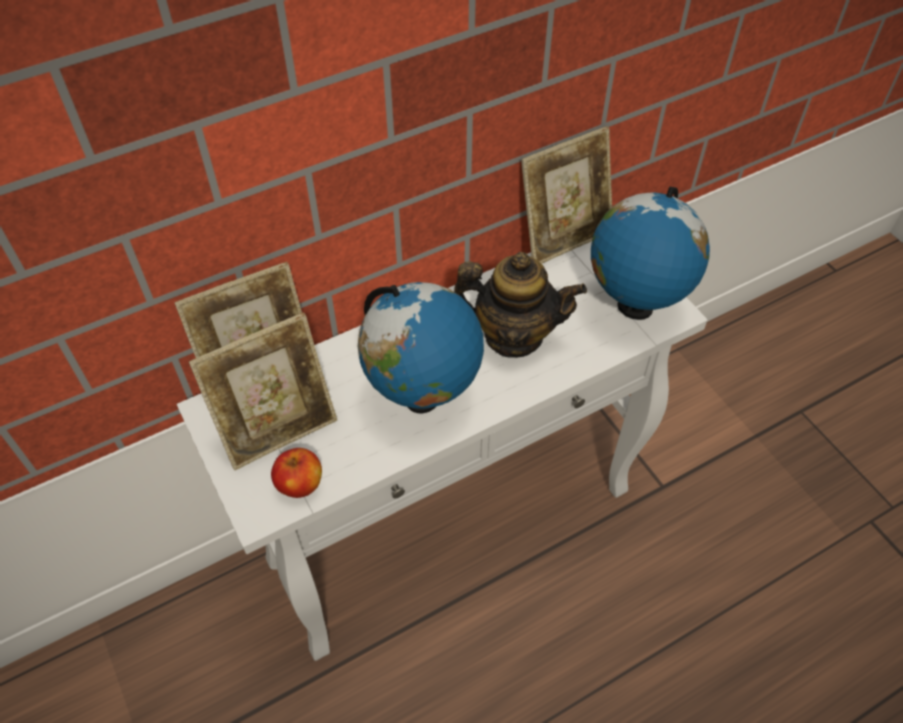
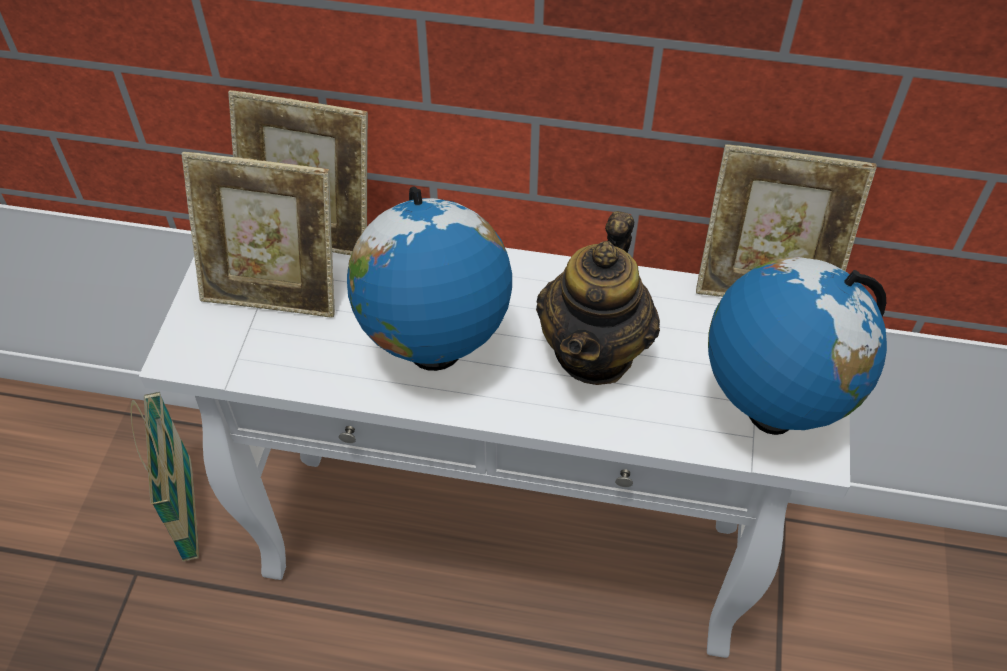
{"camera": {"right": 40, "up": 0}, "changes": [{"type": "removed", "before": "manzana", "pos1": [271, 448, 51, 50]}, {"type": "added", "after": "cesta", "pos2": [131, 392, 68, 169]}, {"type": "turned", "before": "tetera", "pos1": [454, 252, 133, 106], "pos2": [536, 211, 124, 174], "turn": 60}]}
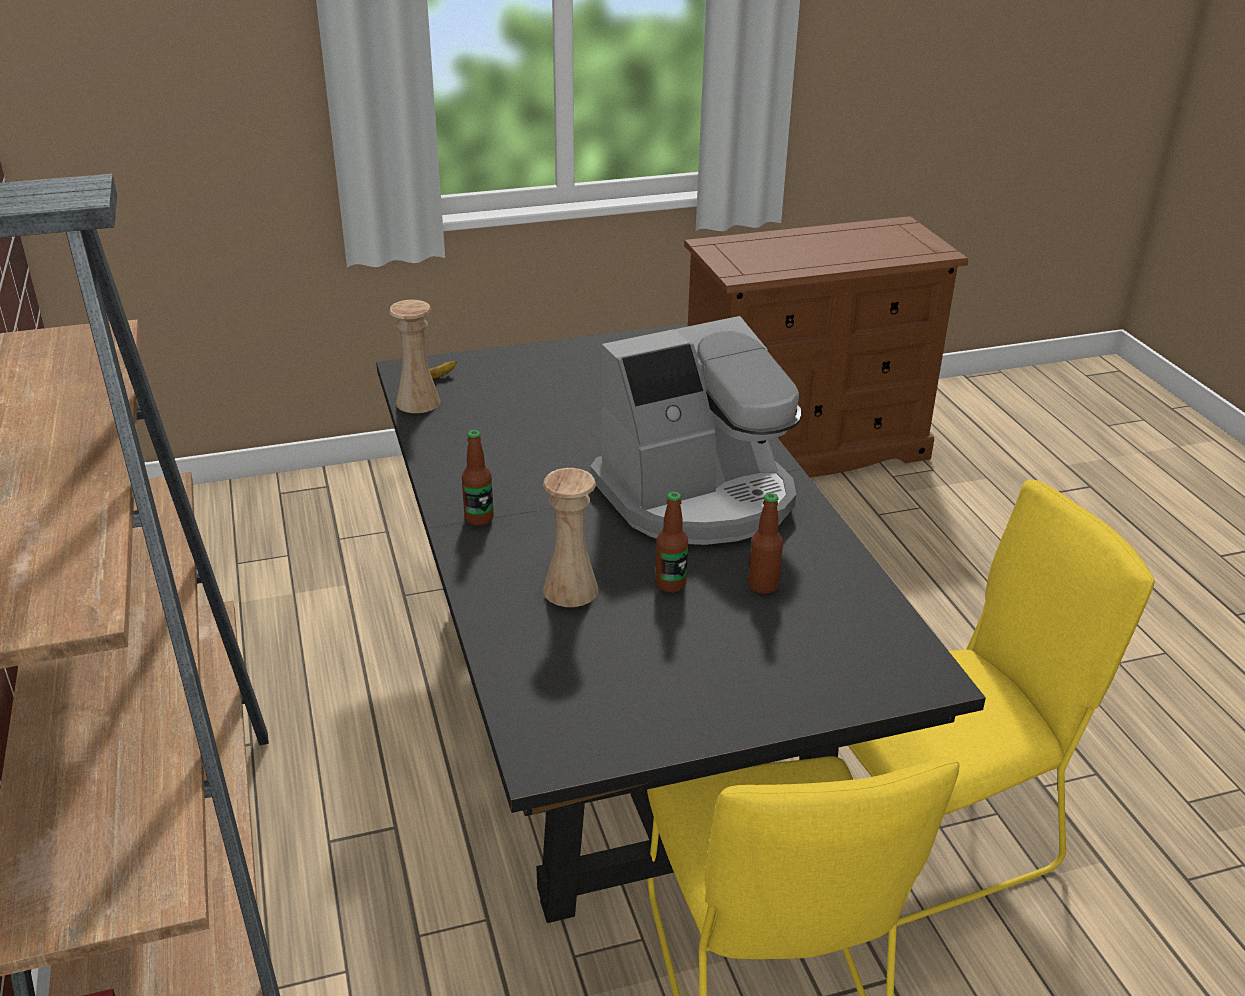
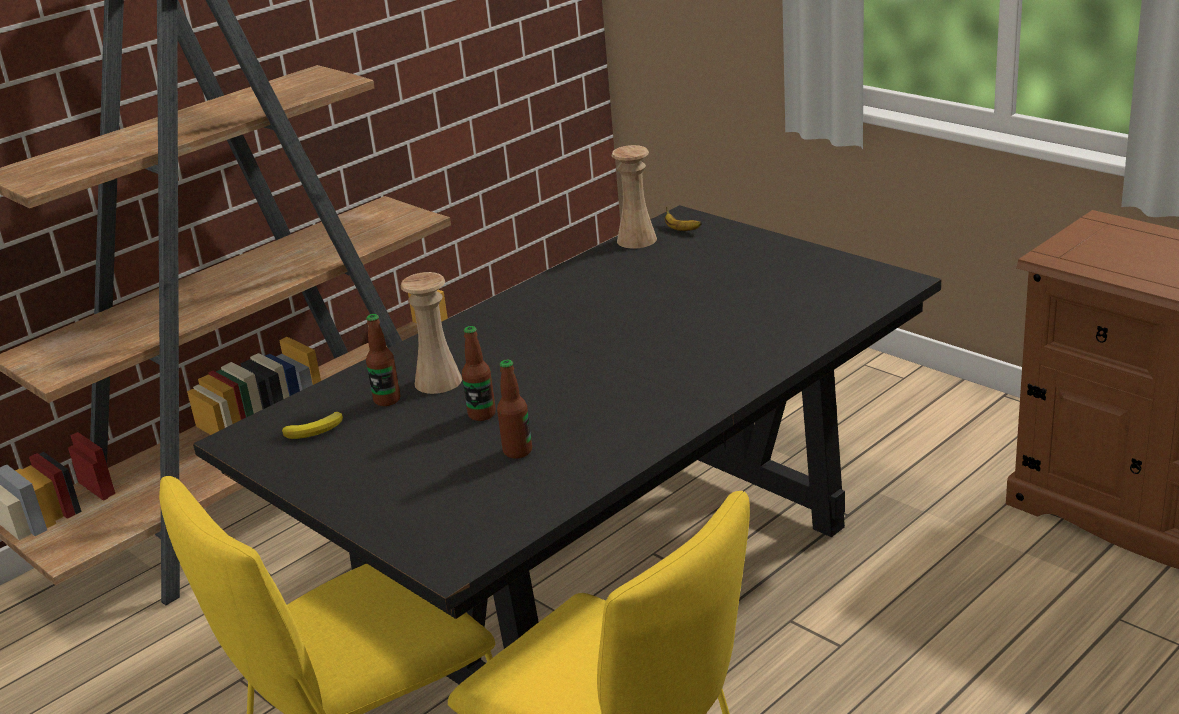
{"camera": {"right": 65, "up": -5}, "changes": [{"type": "removed", "before": "cafetera", "pos1": [590, 316, 212, 229]}, {"type": "added", "after": "plátano", "pos2": [282, 412, 61, 27]}, {"type": "moved", "before": "botella", "pos1": [462, 430, 32, 96], "pos2": [366, 314, 34, 92]}]}
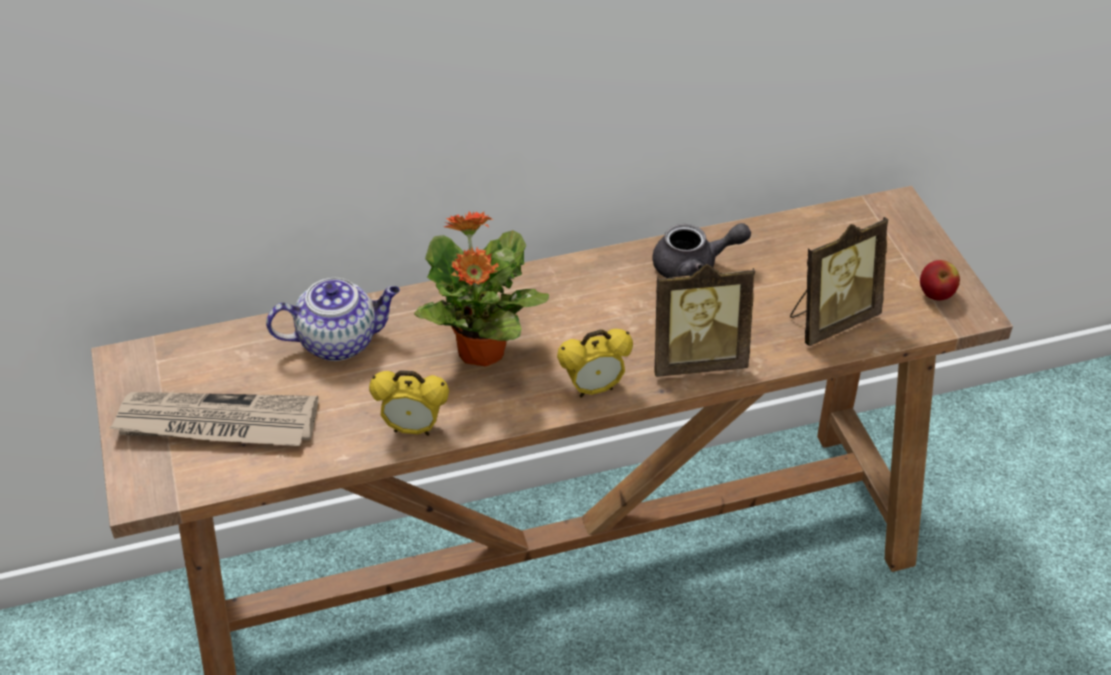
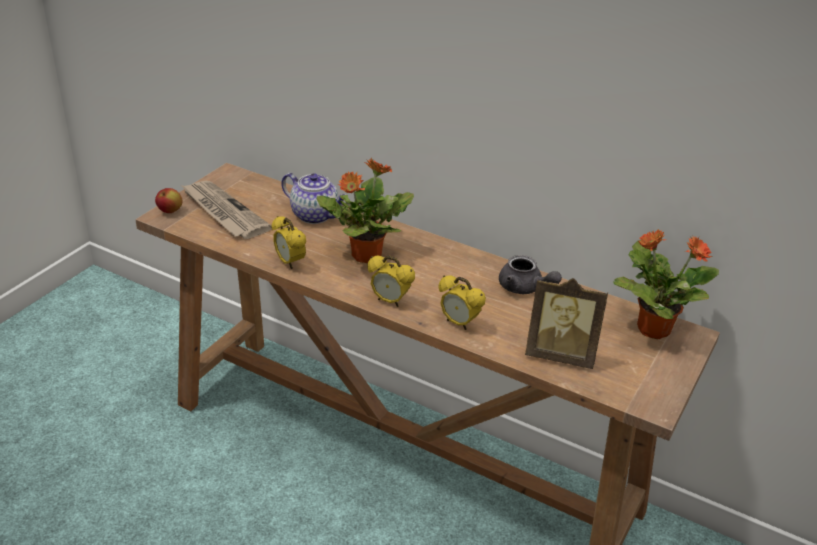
{"camera": {"right": 45, "up": -10}, "changes": [{"type": "added", "after": "planta en maceta", "pos2": [613, 229, 106, 111]}, {"type": "moved", "before": "manzana", "pos1": [920, 260, 40, 40], "pos2": [155, 188, 28, 25]}, {"type": "replaced", "before": "portarretratos", "after": "despertador", "pos1": [654, 264, 101, 113], "pos2": [439, 275, 47, 55]}]}
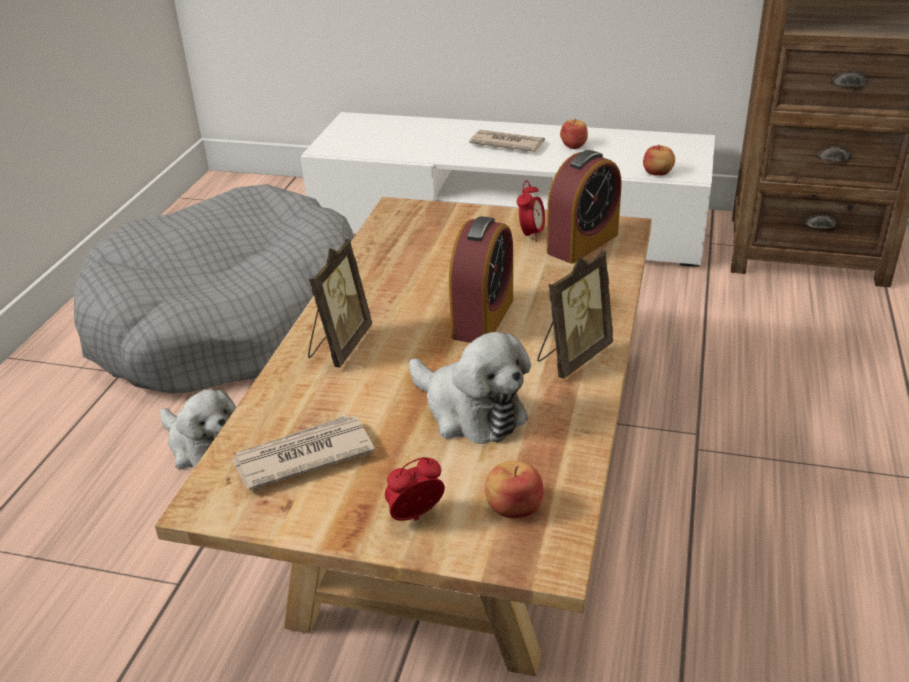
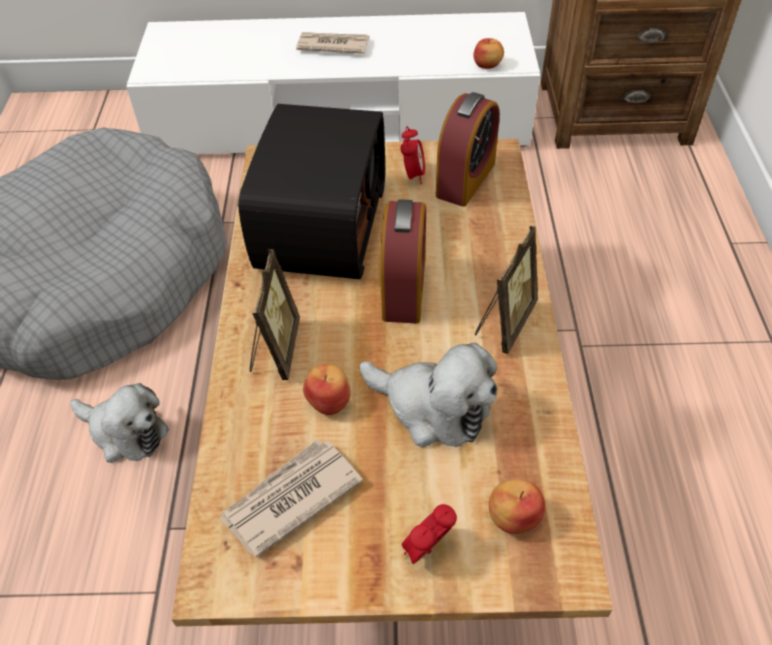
{"camera": {"right": -15, "up": 15}, "changes": [{"type": "added", "after": "radio", "pos2": [238, 104, 147, 175]}, {"type": "moved", "before": "manzana", "pos1": [560, 119, 28, 30], "pos2": [303, 364, 48, 51]}]}
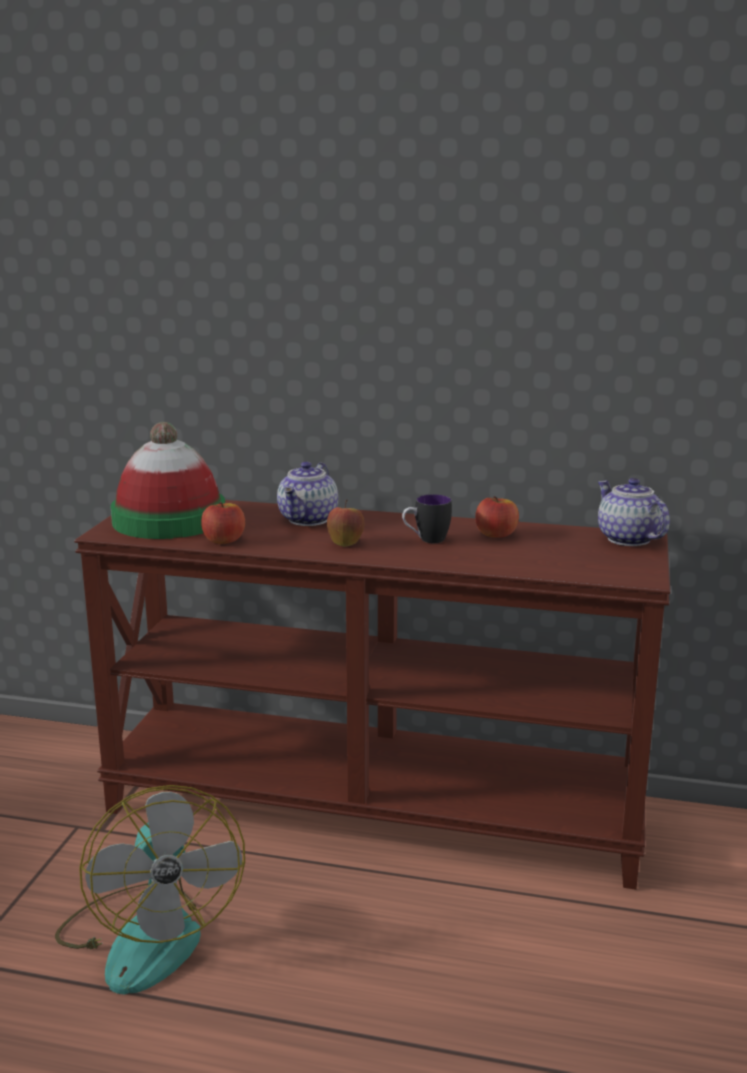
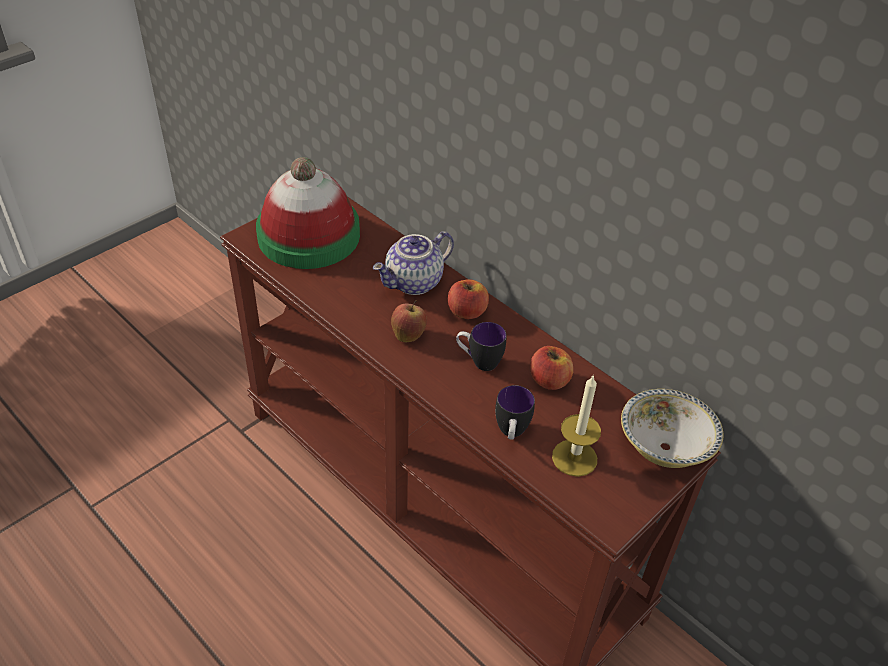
{"camera": {"right": 30, "up": 25}, "changes": [{"type": "removed", "before": "ventilador", "pos1": [55, 785, 190, 209]}, {"type": "added", "after": "taza grande", "pos2": [495, 385, 40, 55]}, {"type": "added", "after": "vela", "pos2": [552, 374, 49, 103]}, {"type": "moved", "before": "manzana", "pos1": [201, 502, 44, 42], "pos2": [448, 279, 41, 40]}, {"type": "replaced", "before": "tetera", "after": "cuenco", "pos1": [598, 478, 72, 68], "pos2": [621, 389, 103, 79]}]}
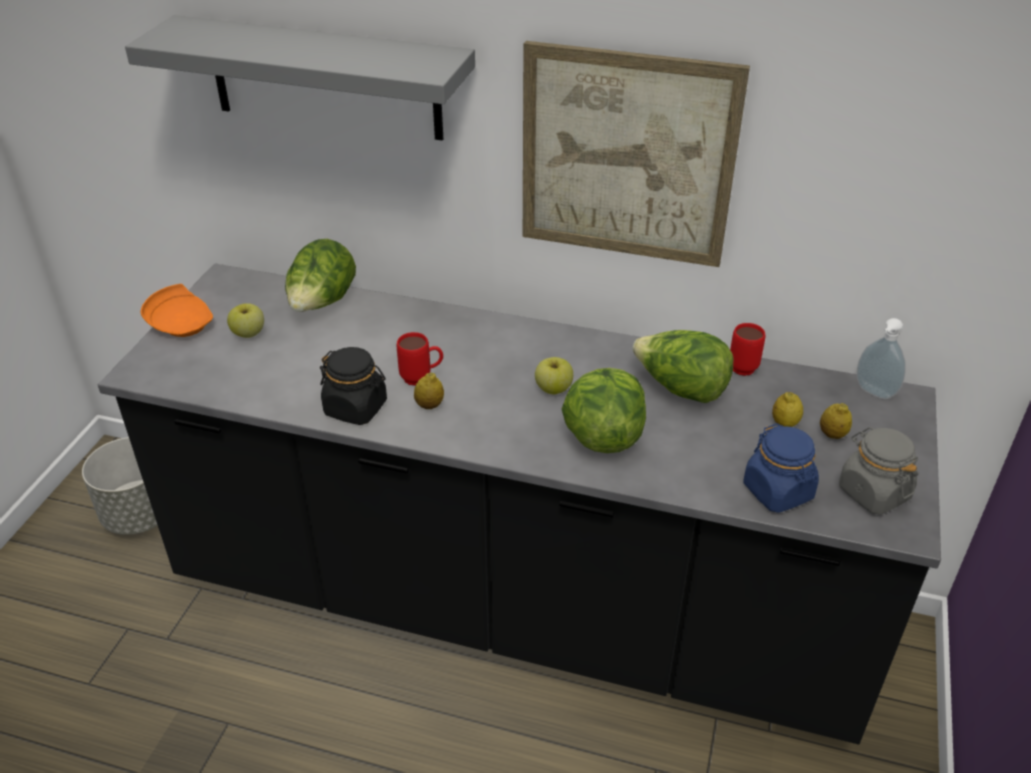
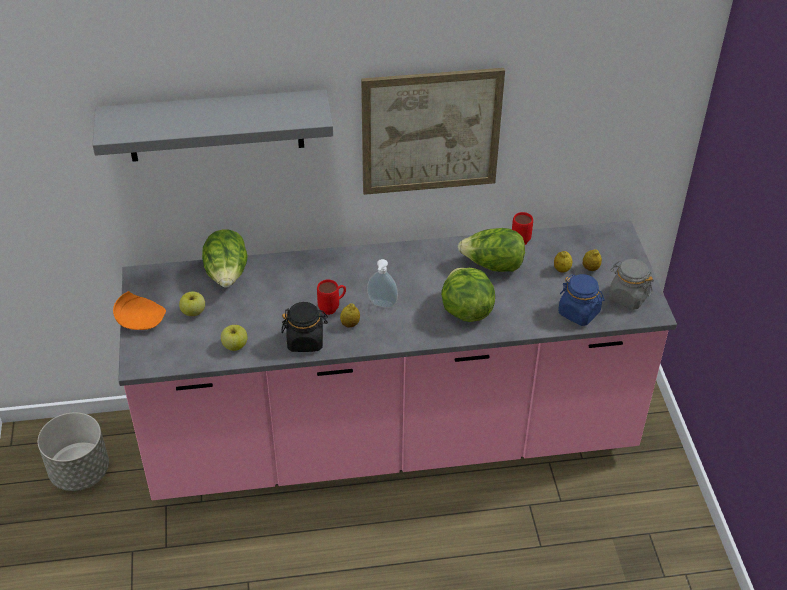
{"camera": {"right": -25, "up": 5}, "changes": [{"type": "moved", "before": "manzana", "pos1": [535, 357, 38, 37], "pos2": [221, 325, 27, 26]}, {"type": "moved", "before": "dispensador de jabón", "pos1": [857, 318, 49, 81], "pos2": [367, 259, 31, 49]}, {"type": "recoloured", "before": "mueble bajo de cocina (negro)", "after": "mueble bajo de cocina (rosa)", "pos1": [98, 263, 843, 481], "pos2": [118, 221, 559, 279]}]}
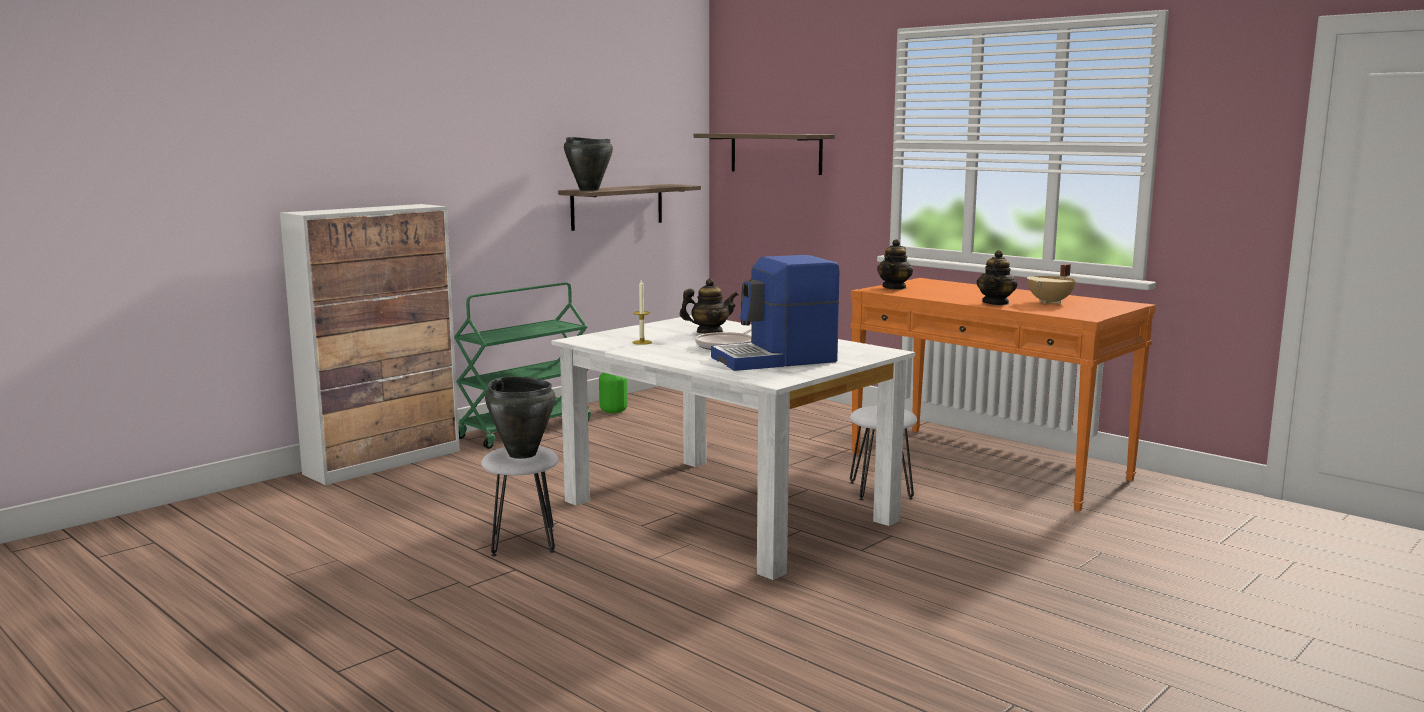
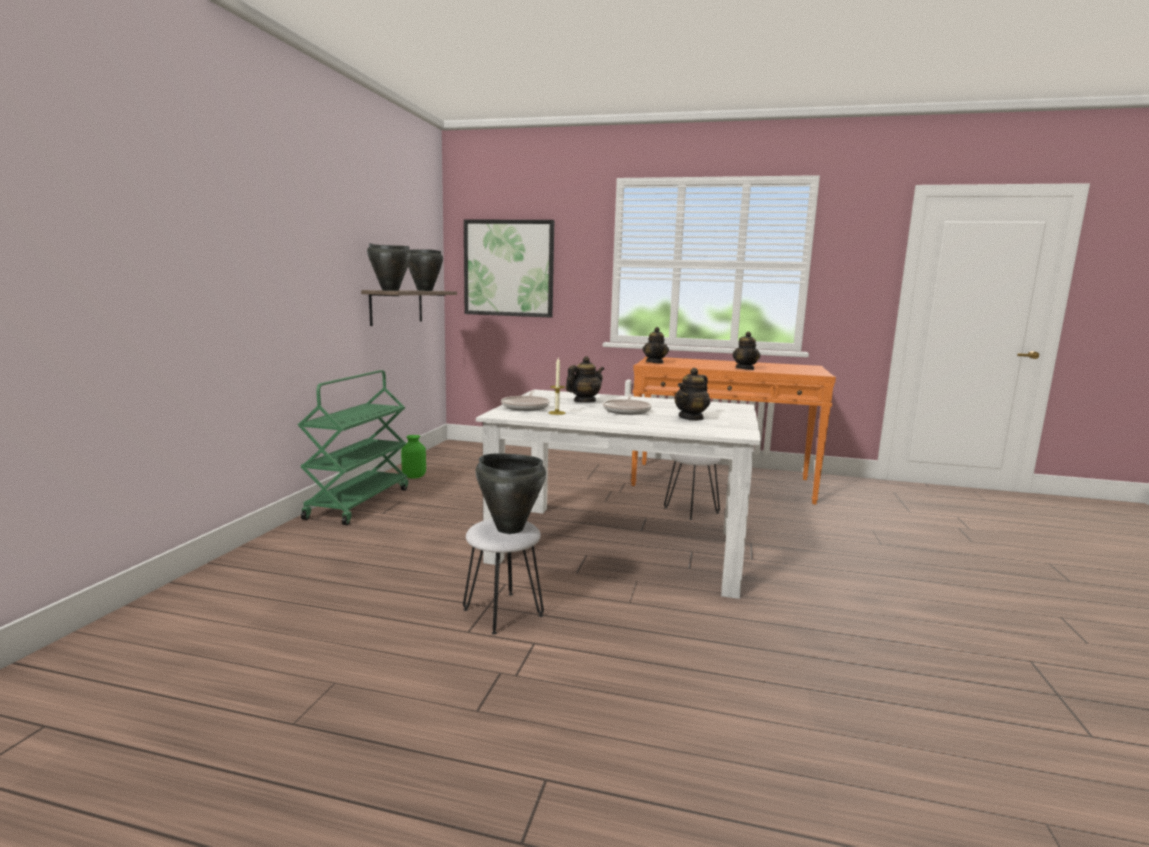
{"camera": {"right": -30, "up": 0}, "changes": [{"type": "removed", "before": "armario", "pos1": [280, 204, 180, 281]}, {"type": "removed", "before": "olla (beis)", "pos1": [1027, 264, 49, 40]}, {"type": "added", "after": "olla (negro)", "pos2": [408, 249, 35, 42]}, {"type": "added", "after": "sartén", "pos2": [501, 391, 49, 20]}, {"type": "replaced", "before": "estante", "after": "cuadro", "pos1": [693, 133, 142, 42], "pos2": [464, 220, 90, 98]}, {"type": "replaced", "before": "cafetera", "after": "tetera", "pos1": [711, 255, 129, 116], "pos2": [674, 368, 36, 53]}]}
